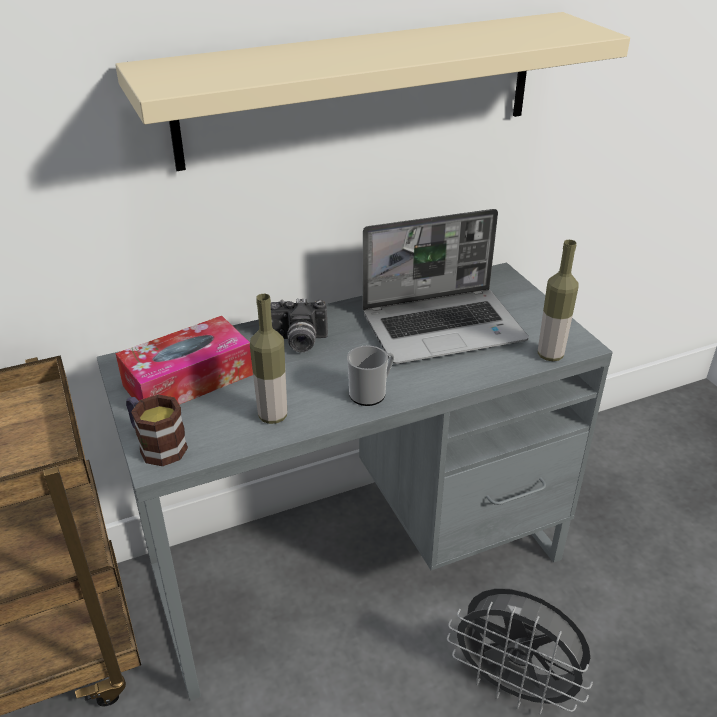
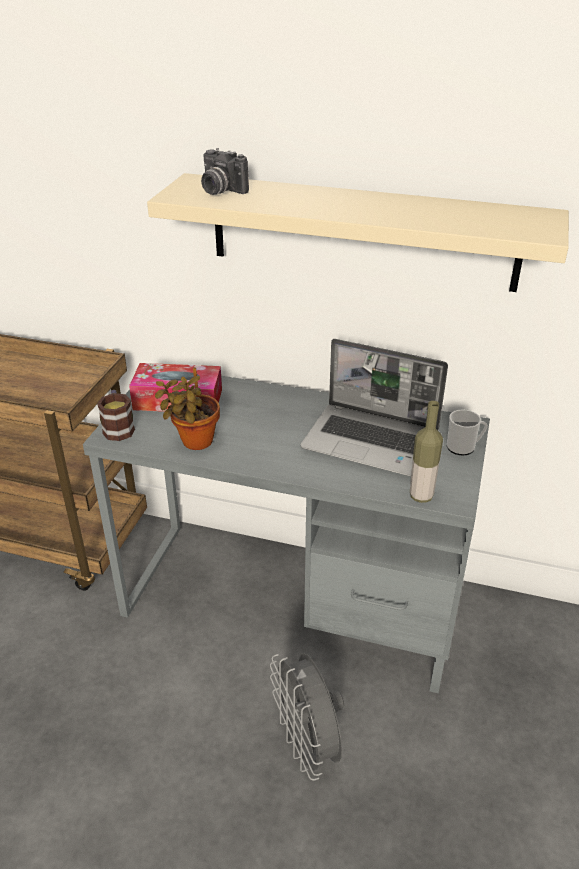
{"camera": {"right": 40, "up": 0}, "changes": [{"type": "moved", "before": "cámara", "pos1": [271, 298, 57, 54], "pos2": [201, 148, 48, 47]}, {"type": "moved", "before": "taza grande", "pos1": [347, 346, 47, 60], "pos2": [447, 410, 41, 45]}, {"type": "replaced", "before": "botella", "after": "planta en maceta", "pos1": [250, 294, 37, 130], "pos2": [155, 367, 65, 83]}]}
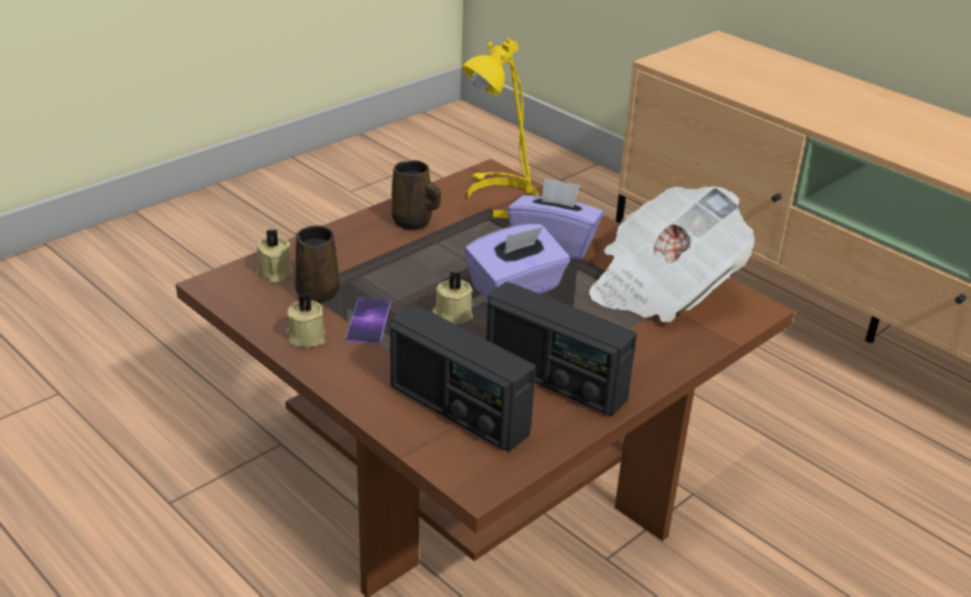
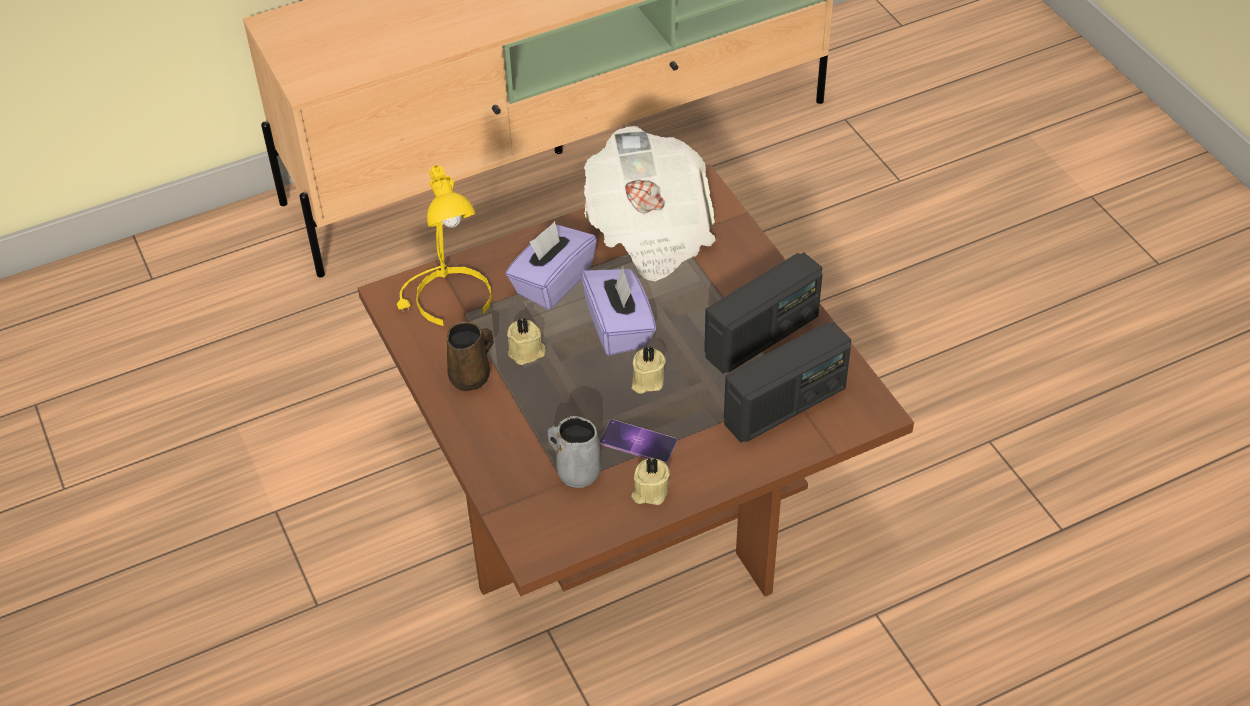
{"camera": {"right": -70, "up": 15}, "changes": [{"type": "moved", "before": "vela (beis)", "pos1": [256, 229, 37, 54], "pos2": [507, 317, 39, 48]}, {"type": "recoloured", "before": "taza grande (marrón)", "after": "taza grande (gris)", "pos1": [295, 225, 45, 79], "pos2": [548, 416, 53, 72]}]}
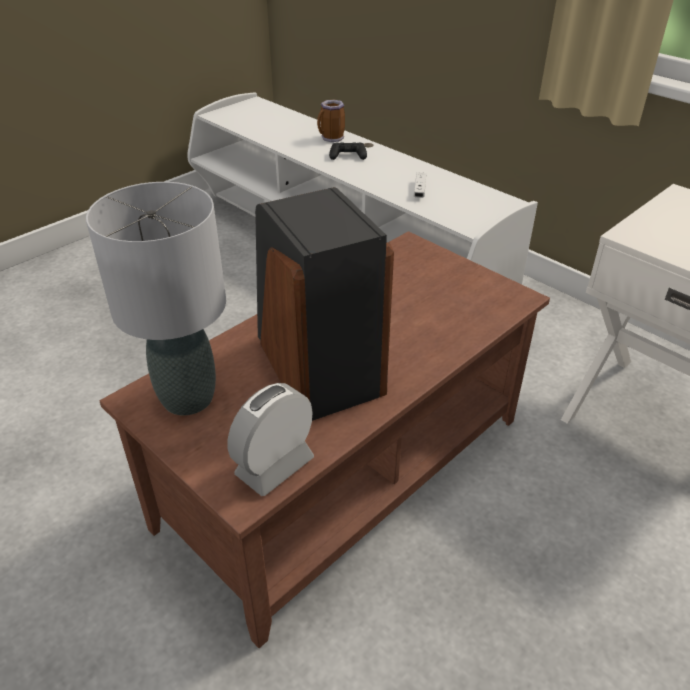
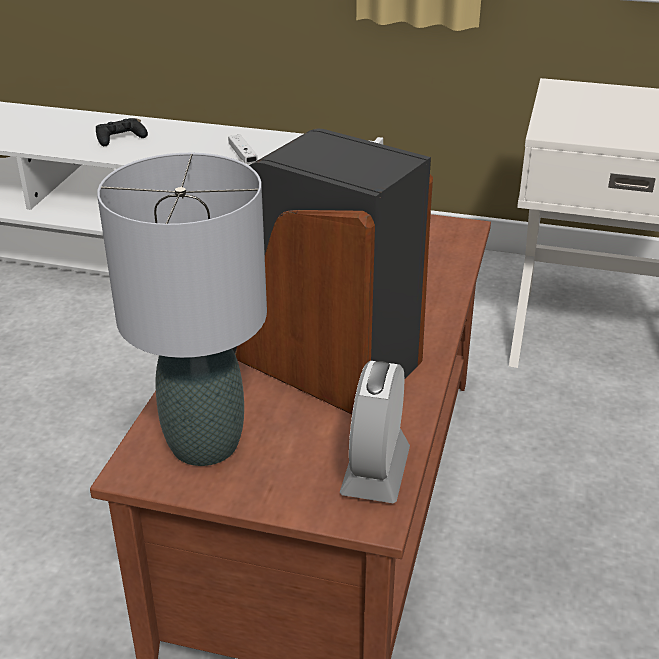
{"camera": {"right": -30, "up": -5}, "changes": [{"type": "removed", "before": "taza grande", "pos1": [317, 100, 28, 42]}]}
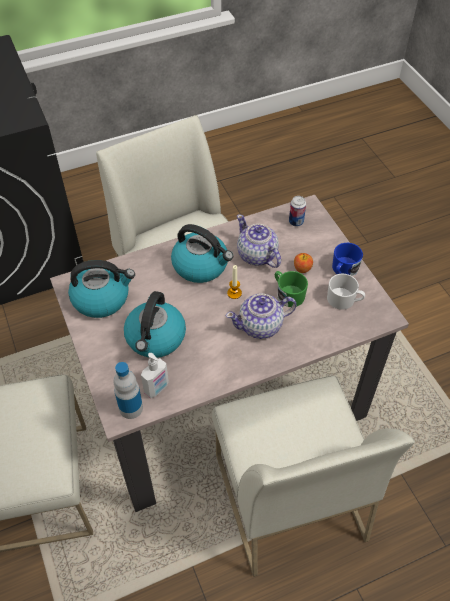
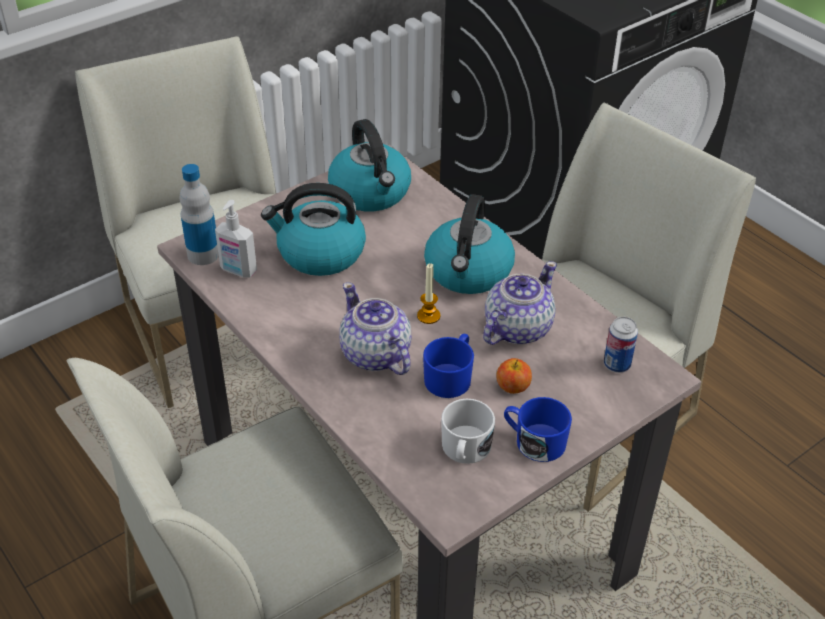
{"camera": {"right": 75, "up": -10}, "changes": [{"type": "recoloured", "before": "taza grande (verde)", "after": "taza grande (azul)", "pos1": [275, 271, 33, 36], "pos2": [423, 333, 51, 65]}]}
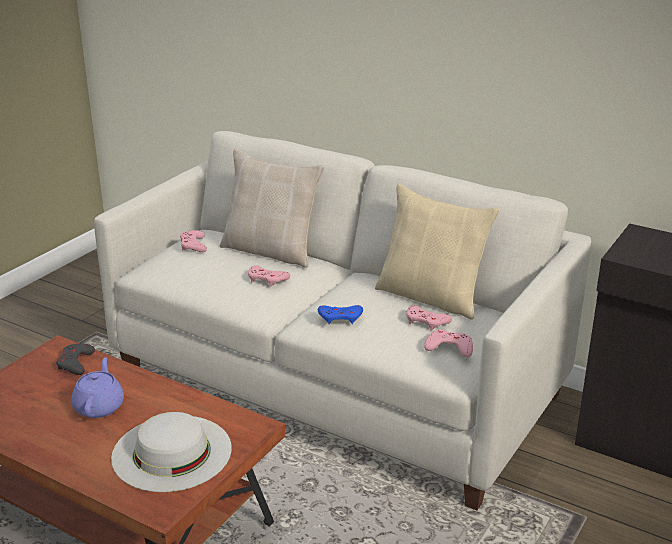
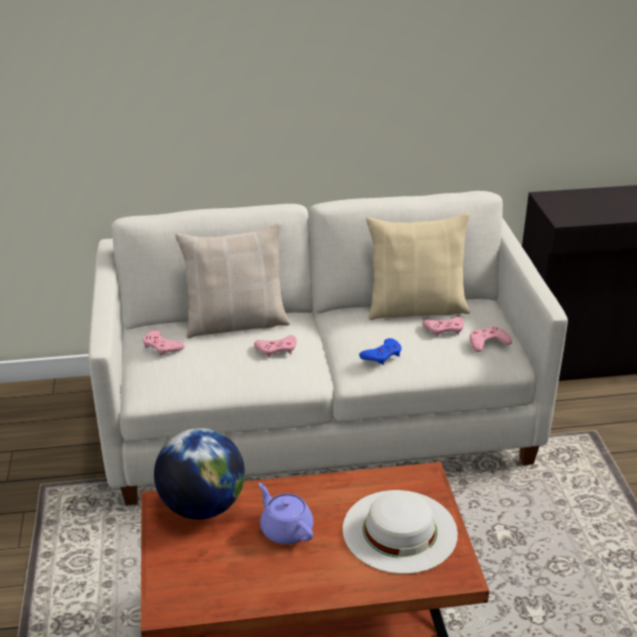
{"camera": {"right": -40, "up": 5}, "changes": [{"type": "replaced", "before": "mando de consola (gris)", "after": "globo terráqueo", "pos1": [56, 344, 39, 31], "pos2": [154, 428, 91, 92]}]}
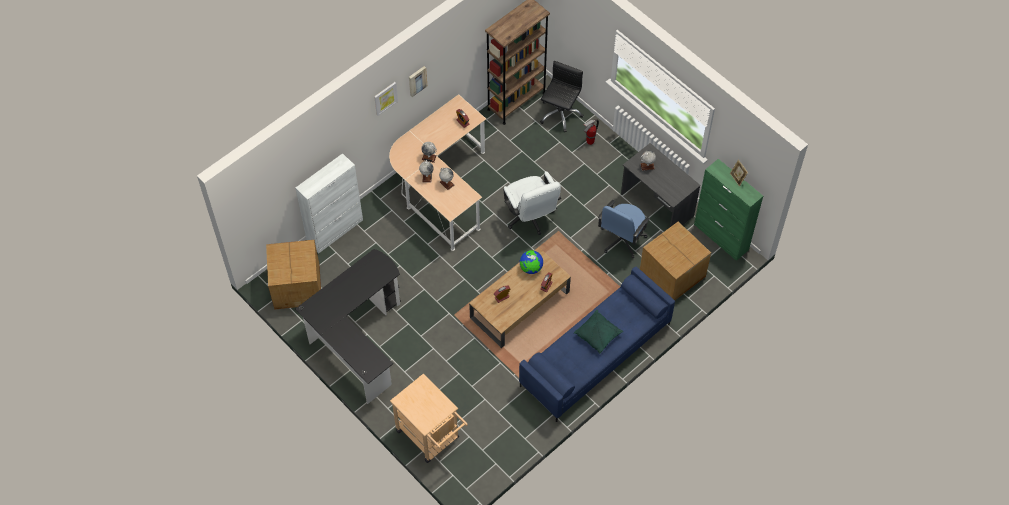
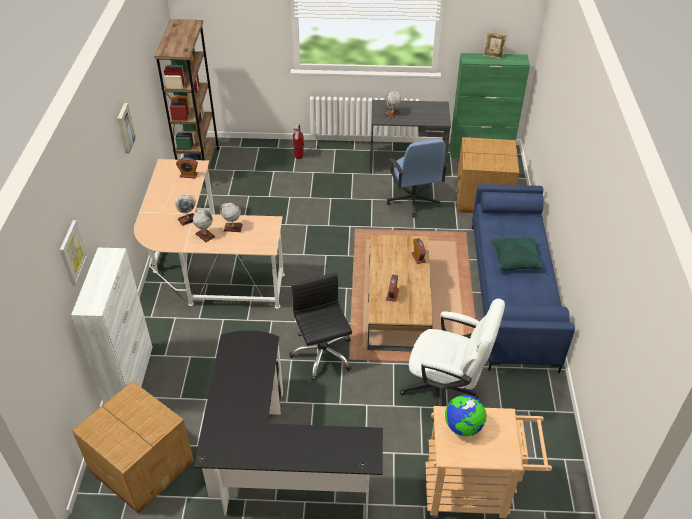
{"camera": {"right": -45, "up": -15}, "changes": [{"type": "moved", "before": "cuadro", "pos1": [374, 82, 24, 34], "pos2": [60, 220, 28, 66]}, {"type": "moved", "before": "silla de oficina (blanco)", "pos1": [503, 171, 58, 64], "pos2": [399, 298, 106, 108]}, {"type": "moved", "before": "globo terráqueo", "pos1": [520, 250, 23, 24], "pos2": [445, 395, 41, 42]}, {"type": "moved", "before": "silla de oficina (negro)", "pos1": [540, 61, 43, 71], "pos2": [289, 273, 63, 108]}]}
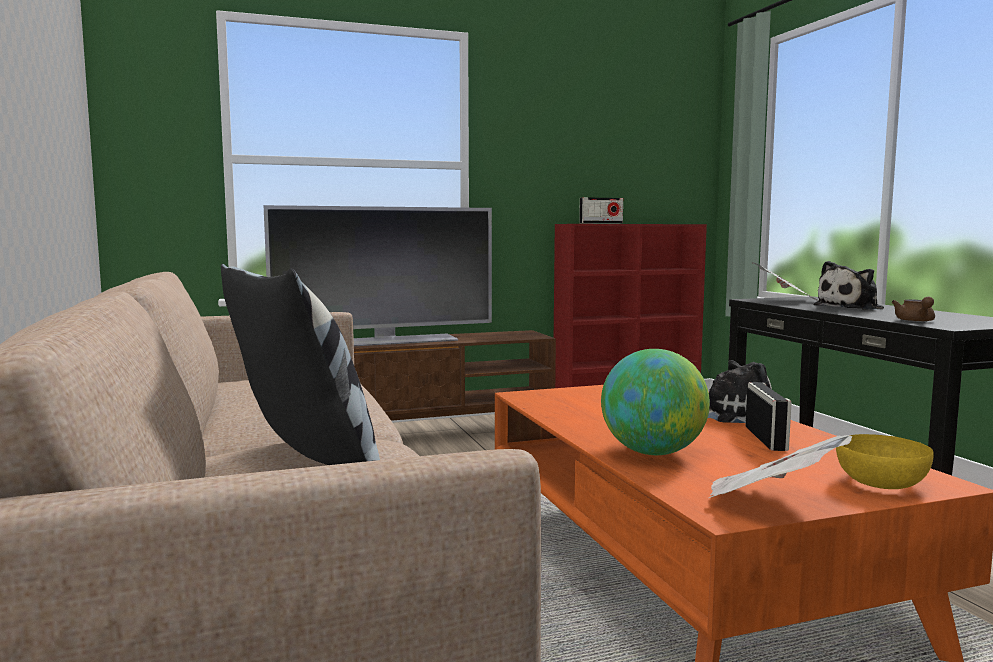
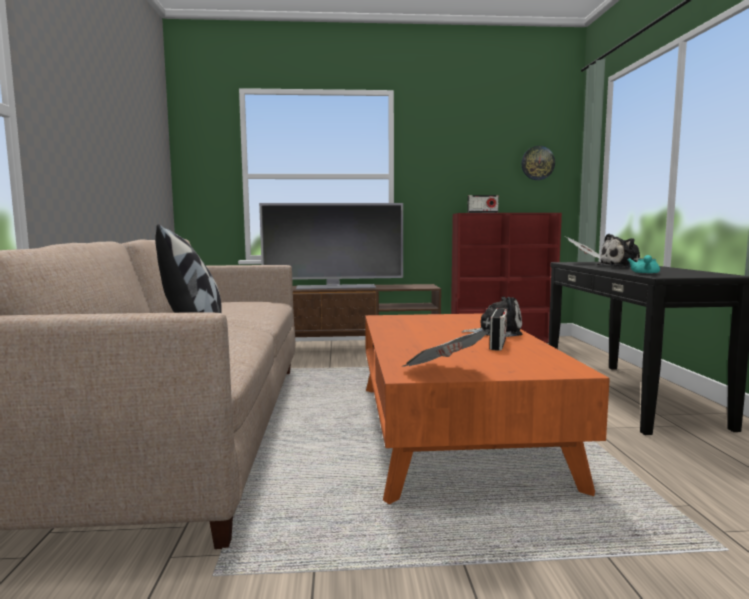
{"camera": {"right": 15, "up": 0}, "changes": [{"type": "removed", "before": "globo terráqueo", "pos1": [601, 349, 109, 106]}, {"type": "removed", "before": "cuenco (amarillo)", "pos1": [836, 434, 98, 55]}, {"type": "added", "after": "reloj de pared", "pos2": [521, 146, 34, 34]}, {"type": "recoloured", "before": "tetera (marrón)", "after": "tetera (turquesa)", "pos1": [892, 297, 43, 25], "pos2": [628, 255, 32, 19]}]}
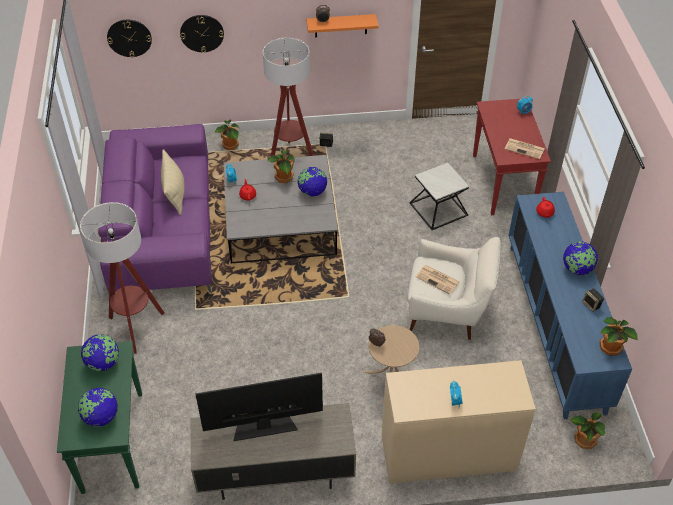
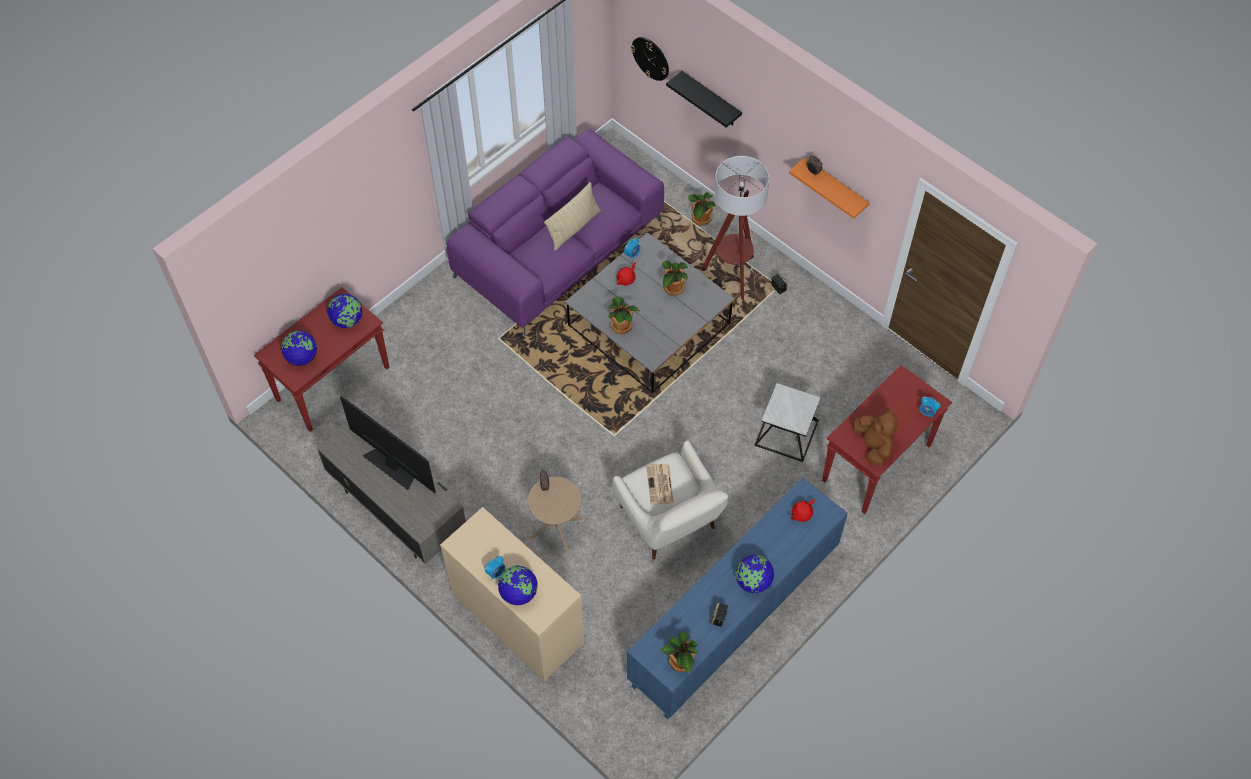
{"camera": {"right": 50, "up": 10}, "changes": [{"type": "removed", "before": "lámpara de pie", "pos1": [80, 202, 85, 152]}, {"type": "moved", "before": "globo terráqueo", "pos1": [298, 167, 29, 29], "pos2": [498, 565, 40, 40]}, {"type": "moved", "before": "planta en maceta", "pos1": [570, 412, 36, 37], "pos2": [608, 297, 31, 37]}, {"type": "replaced", "before": "reloj de pared", "after": "estante (negro)", "pos1": [180, 15, 44, 38], "pos2": [666, 71, 76, 57]}, {"type": "replaced", "before": "periódico", "after": "peluche (marrón)", "pos1": [505, 138, 40, 21], "pos2": [853, 408, 45, 58]}, {"type": "recoloured", "before": "mesa consola (verde)", "after": "mesa consola (rojo)", "pos1": [57, 341, 85, 153], "pos2": [254, 287, 136, 145]}]}
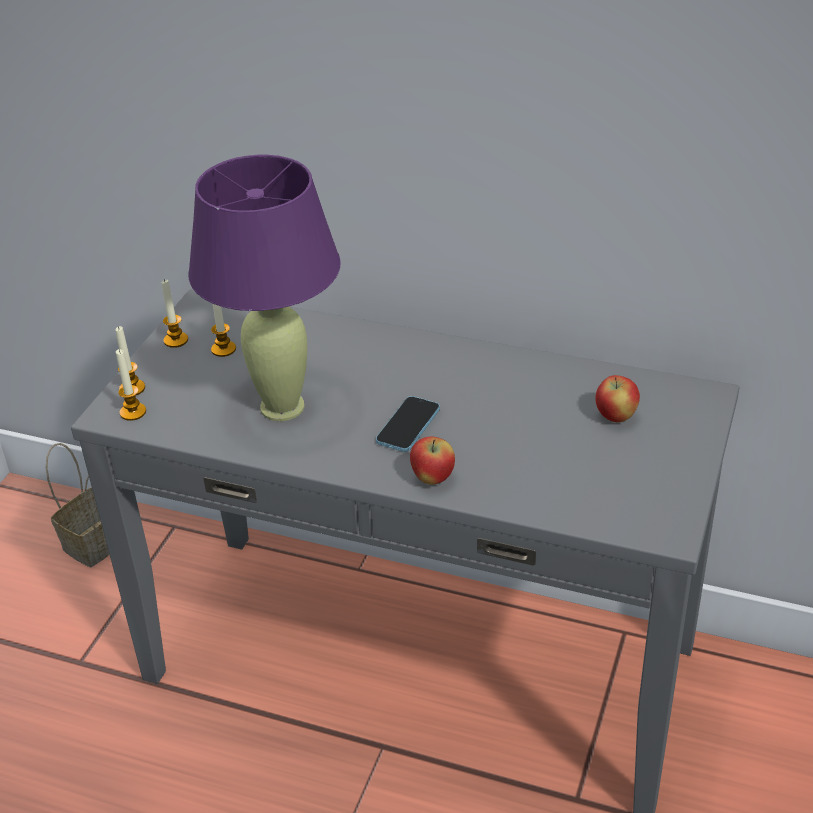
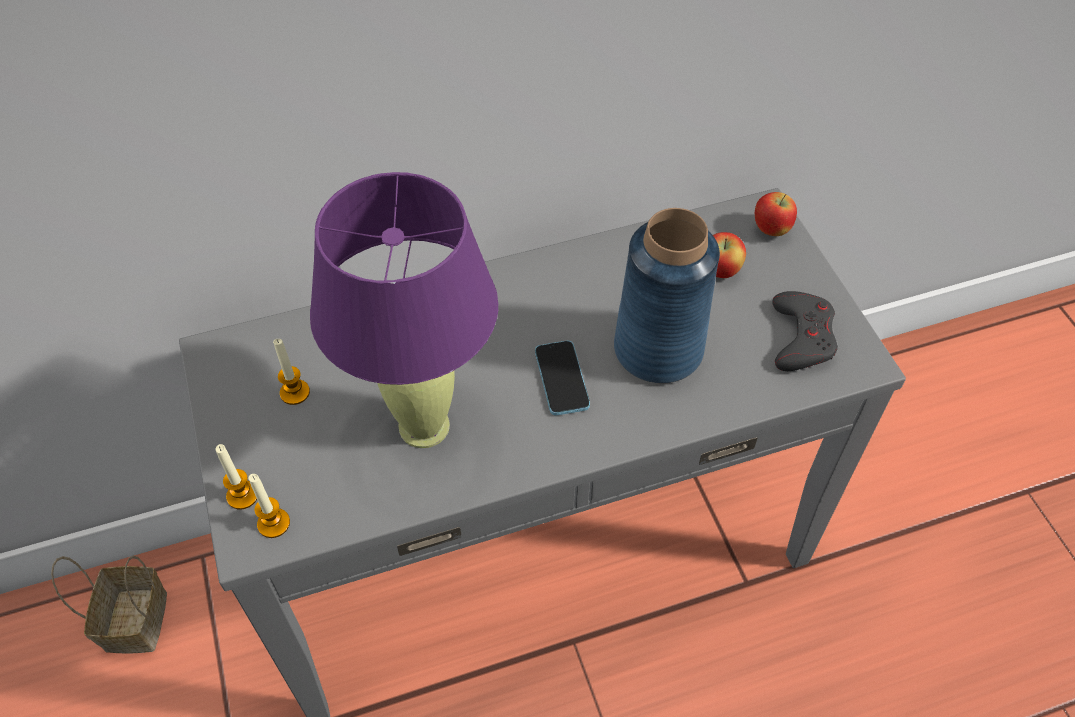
{"camera": {"right": -40, "up": 15}, "changes": [{"type": "removed", "before": "vela", "pos1": [161, 279, 27, 69]}, {"type": "added", "after": "florero (azul)", "pos2": [614, 208, 106, 175]}, {"type": "added", "after": "mando de consola (gris)", "pos2": [772, 291, 66, 80]}, {"type": "moved", "before": "manzana", "pos1": [410, 437, 45, 48], "pos2": [755, 192, 42, 44]}]}
